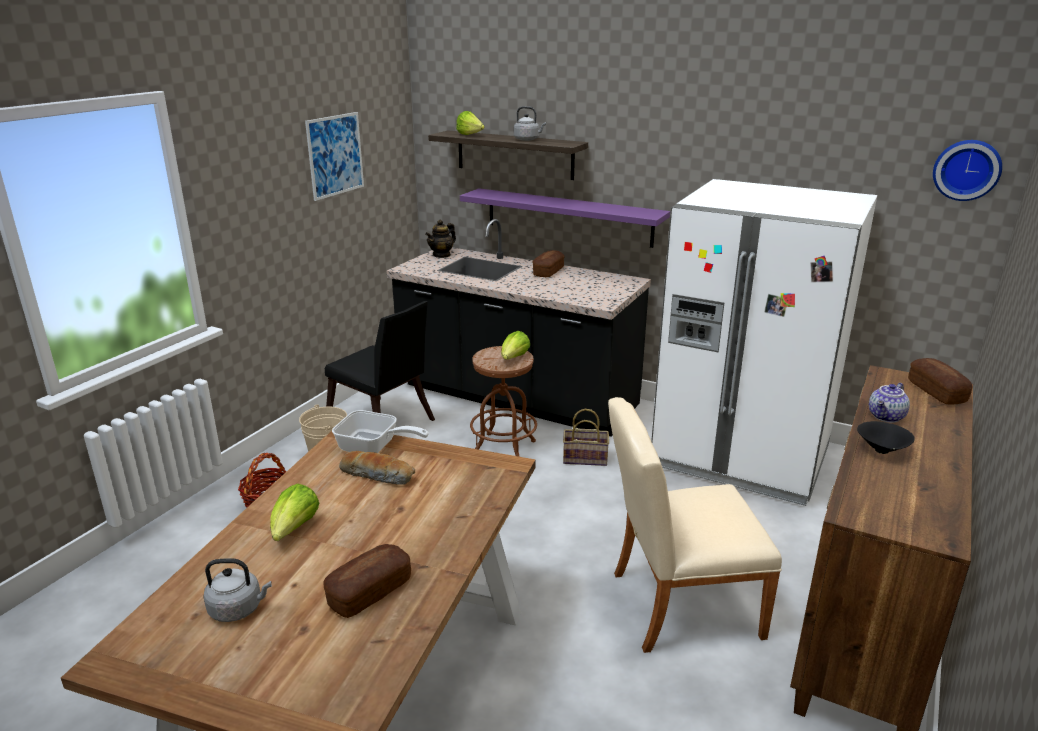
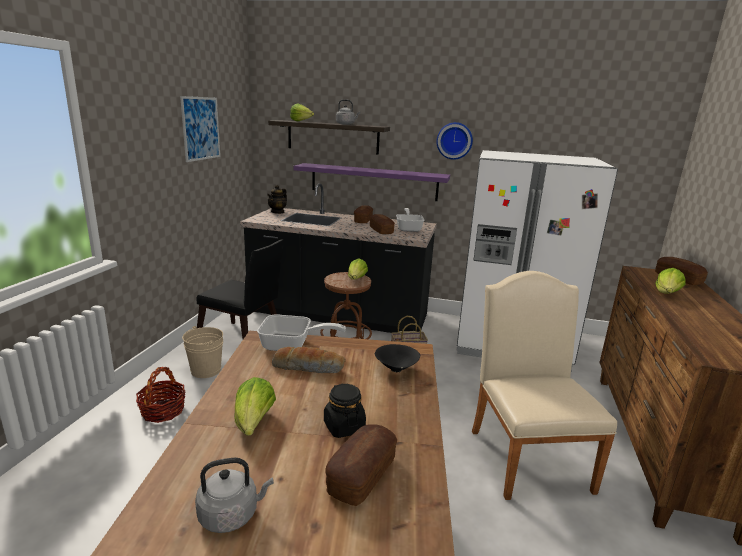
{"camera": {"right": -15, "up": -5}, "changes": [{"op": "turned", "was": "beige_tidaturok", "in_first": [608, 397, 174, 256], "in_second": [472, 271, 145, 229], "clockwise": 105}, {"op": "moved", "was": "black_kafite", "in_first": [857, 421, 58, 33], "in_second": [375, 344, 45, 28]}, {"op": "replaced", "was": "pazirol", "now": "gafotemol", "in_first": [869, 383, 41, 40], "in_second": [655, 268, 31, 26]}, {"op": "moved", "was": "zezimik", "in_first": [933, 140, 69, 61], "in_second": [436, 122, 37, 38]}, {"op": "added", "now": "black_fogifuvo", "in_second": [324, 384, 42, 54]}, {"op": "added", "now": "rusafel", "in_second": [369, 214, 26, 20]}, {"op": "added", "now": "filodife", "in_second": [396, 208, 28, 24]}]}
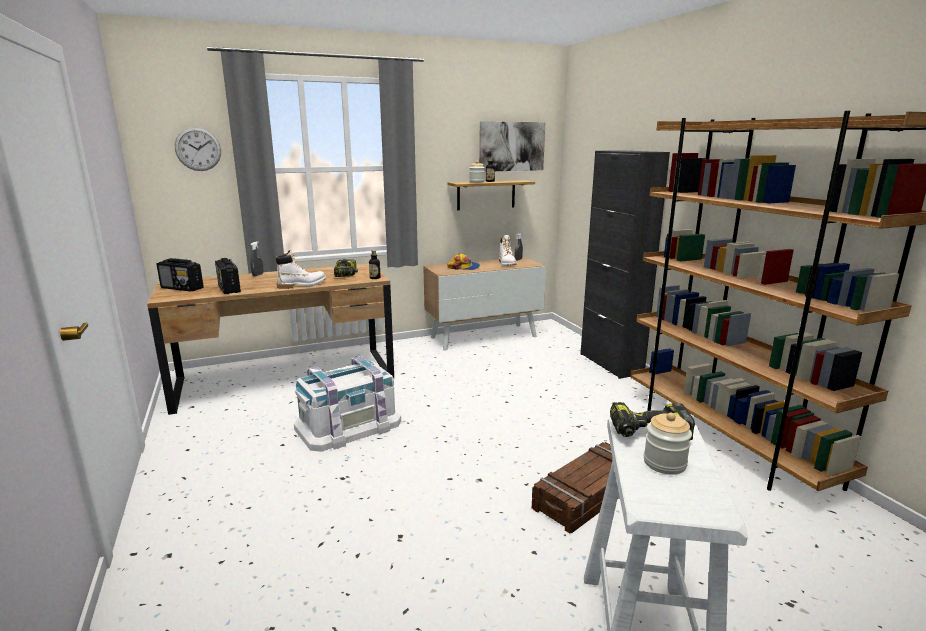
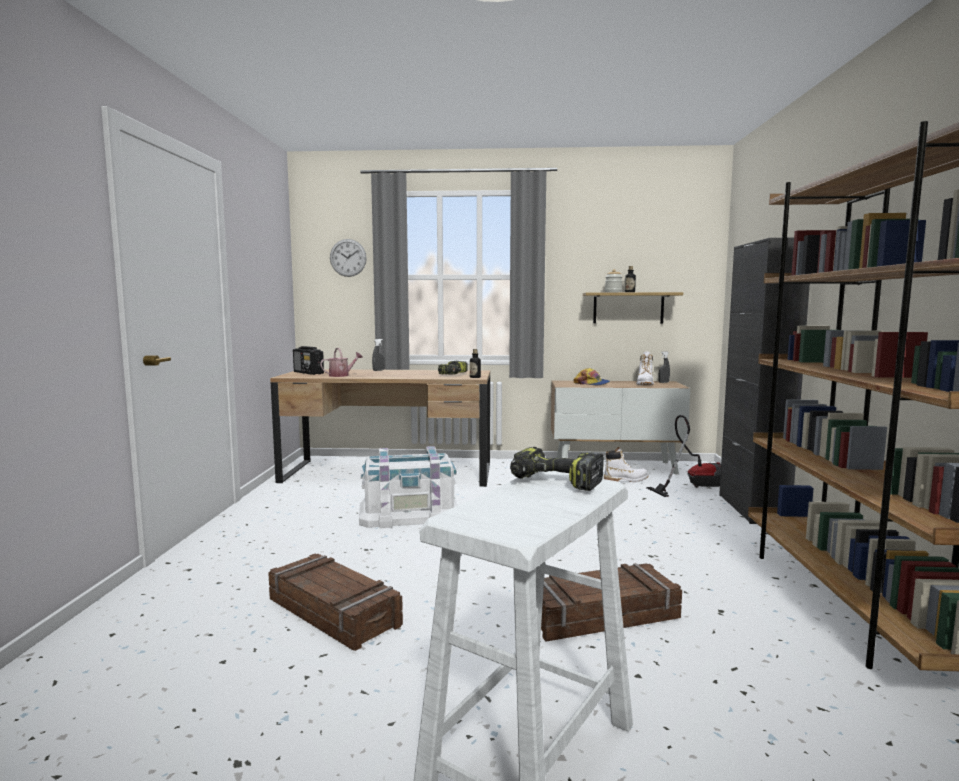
{"camera": {"right": 25, "up": -10}, "changes": [{"op": "replaced", "was": "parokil", "now": "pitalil", "in_first": [215, 258, 26, 36], "in_second": [320, 348, 43, 29]}, {"op": "moved", "was": "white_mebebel", "in_first": [276, 250, 50, 39], "in_second": [604, 447, 45, 35]}, {"op": "removed", "was": "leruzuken", "in_first": [479, 121, 66, 51]}, {"op": "removed", "was": "fogifuvo", "in_first": [644, 413, 48, 62]}, {"op": "added", "now": "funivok", "in_second": [268, 554, 135, 97]}, {"op": "added", "now": "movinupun", "in_second": [647, 415, 74, 82]}]}
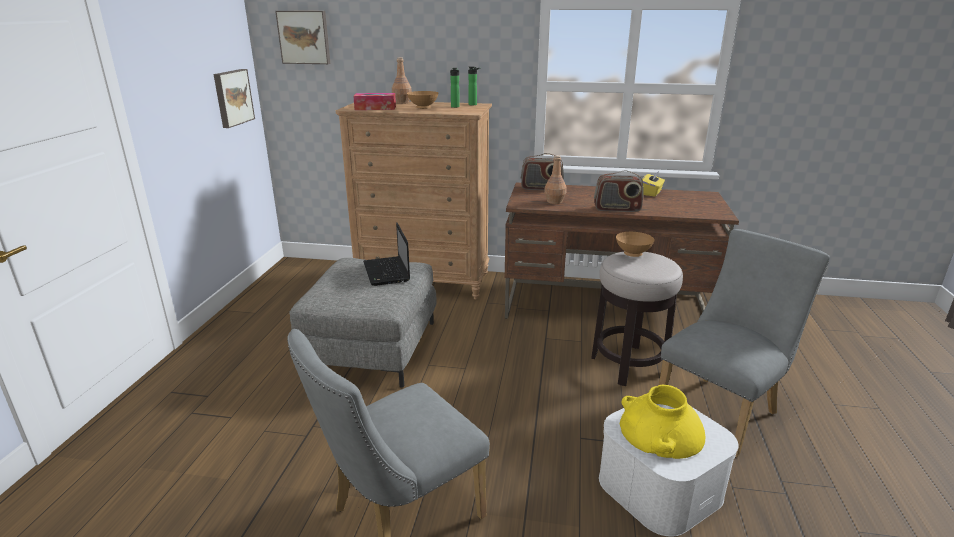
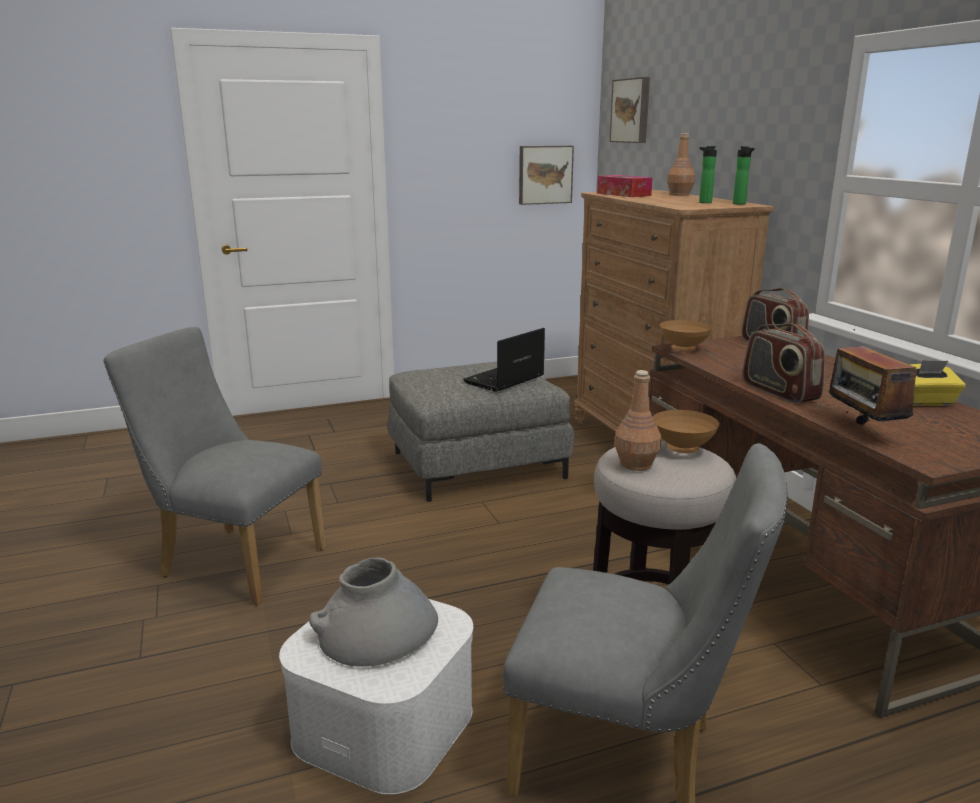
{"camera": {"right": 60, "up": -5}, "changes": [{"op": "moved", "was": "brown_kafite", "in_first": [407, 91, 32, 18], "in_second": [659, 320, 53, 31]}, {"op": "moved", "was": "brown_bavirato", "in_first": [544, 155, 23, 49], "in_second": [614, 370, 47, 101]}, {"op": "recoloured", "was": "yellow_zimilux", "now": "grey_zimilux", "in_first": [620, 385, 85, 74], "in_second": [309, 557, 129, 110]}, {"op": "added", "now": "parokil", "in_second": [829, 329, 87, 96]}]}
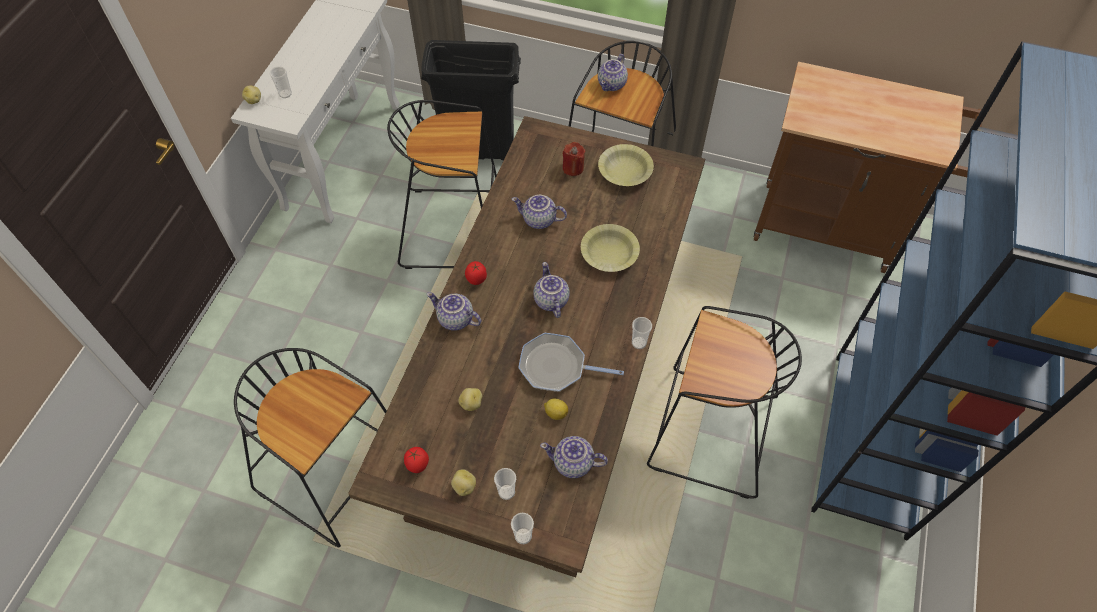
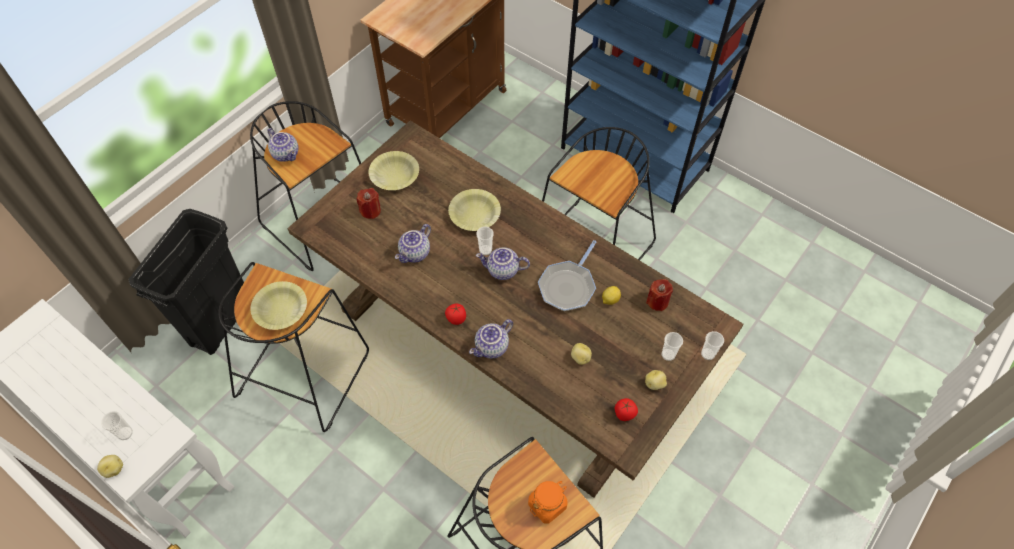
{"camera": {"right": -70, "up": 0}, "changes": [{"op": "replaced", "was": "pazirol", "now": "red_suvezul", "in_first": [540, 436, 68, 42], "in_second": [646, 279, 27, 32]}, {"op": "moved", "was": "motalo", "in_first": [632, 317, 20, 32], "in_second": [476, 227, 17, 28]}, {"op": "added", "now": "yellow_kafite", "in_second": [250, 281, 57, 49]}, {"op": "added", "now": "orange_fogifuvo", "in_second": [528, 481, 40, 43]}]}
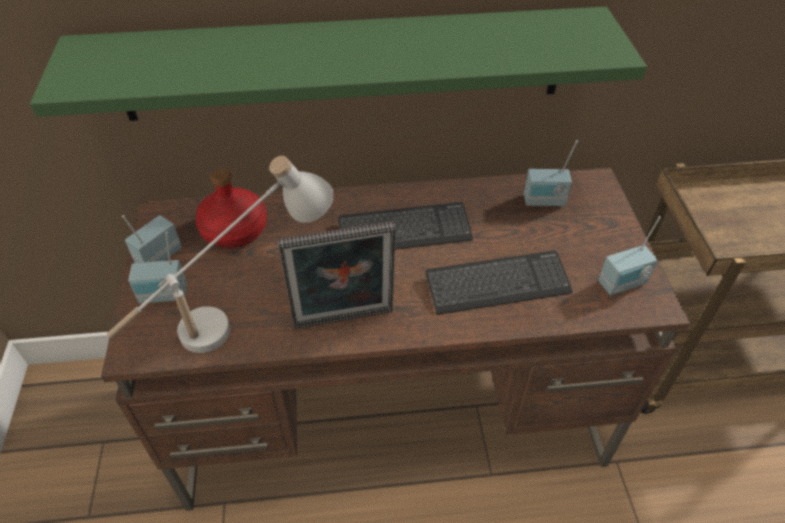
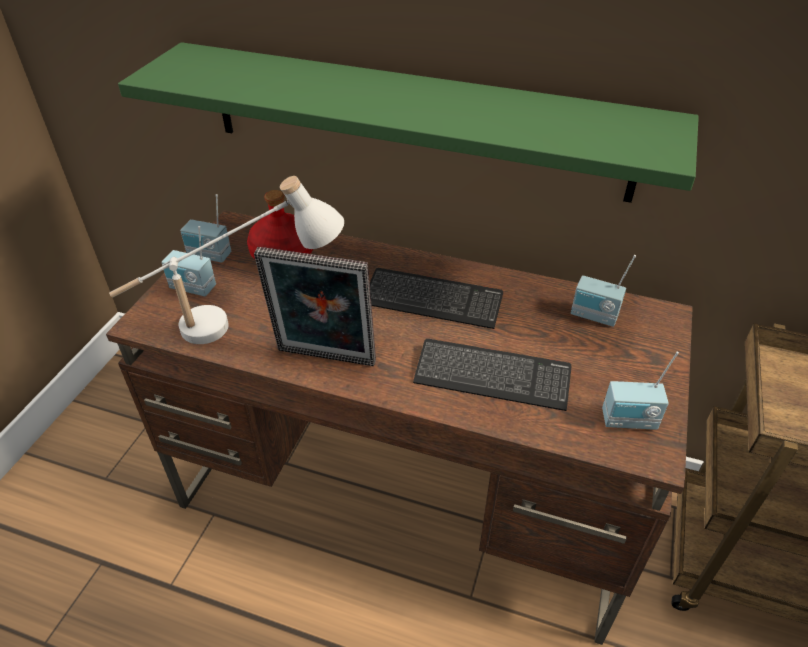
{"camera": {"right": 25, "up": -5}, "changes": [{"op": "turned", "was": "parokil", "in_first": [122, 215, 60, 48], "in_second": [180, 194, 51, 69], "clockwise": -135}]}
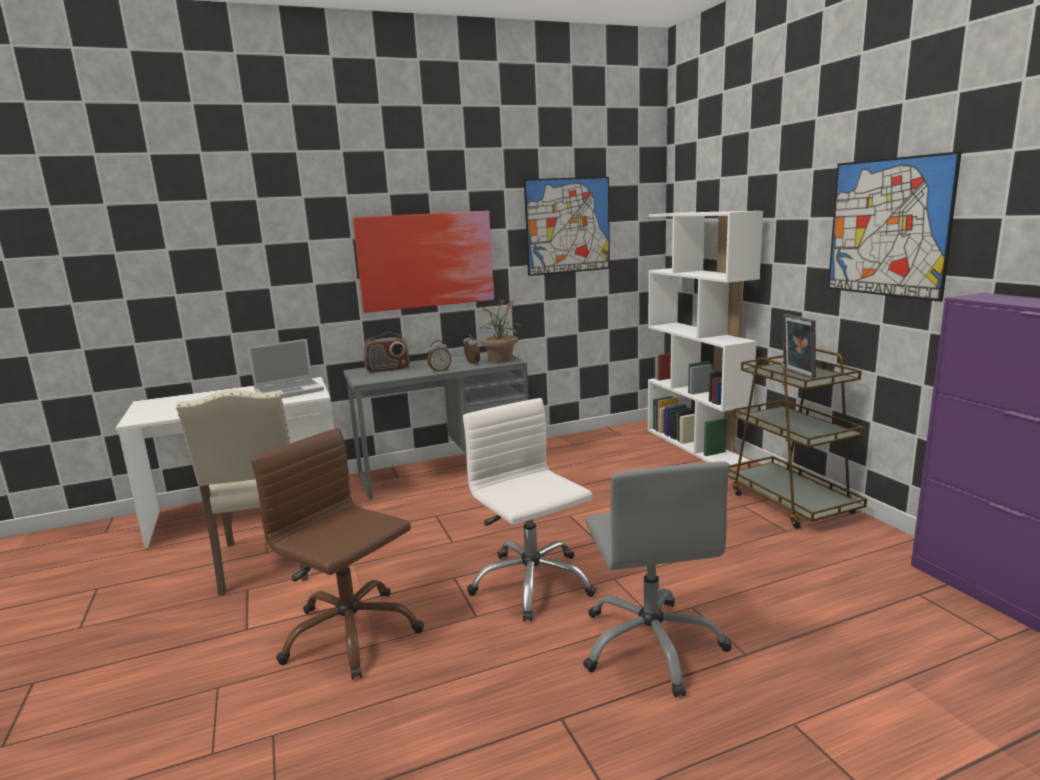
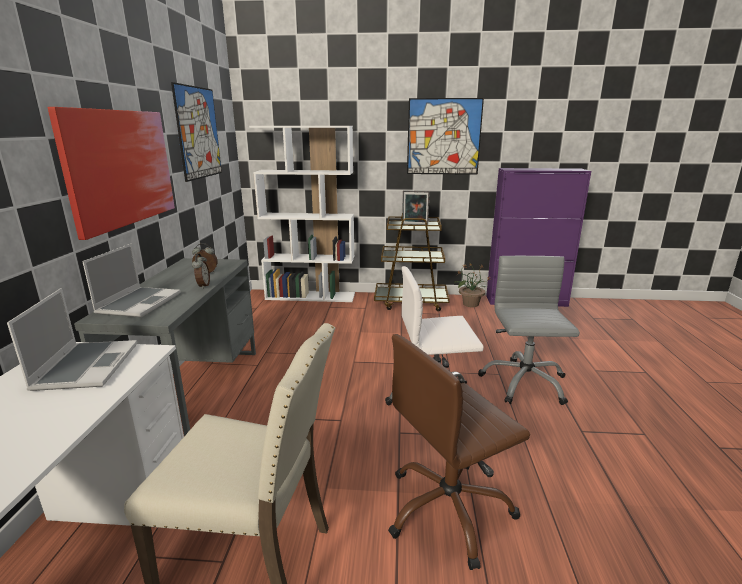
{"camera": {"right": -65, "up": 5}, "changes": [{"op": "replaced", "was": "parokil", "now": "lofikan", "in_first": [364, 332, 46, 41], "in_second": [82, 243, 99, 74]}, {"op": "moved", "was": "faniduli", "in_first": [479, 300, 43, 63], "in_second": [455, 263, 35, 44]}, {"op": "turned", "was": "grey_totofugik", "in_first": [583, 461, 149, 236], "in_second": [478, 256, 102, 149], "clockwise": -105}]}
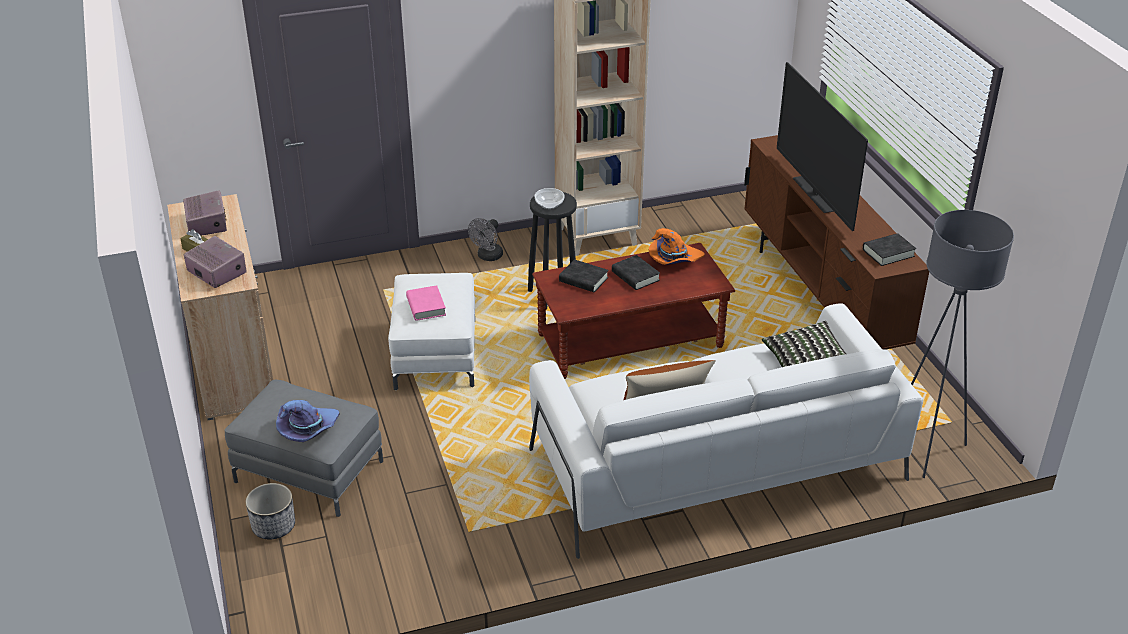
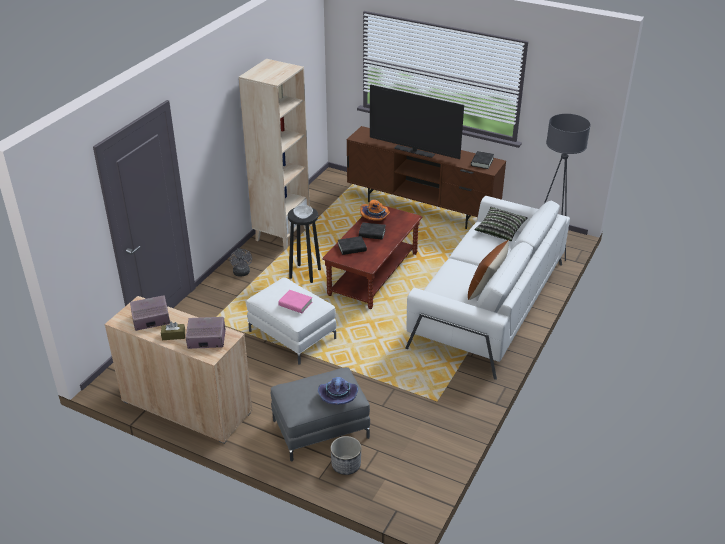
{"camera": {"right": -45, "up": 0}, "changes": [{"op": "turned", "was": "parokil", "in_first": [183, 190, 44, 46], "in_second": [130, 295, 40, 36], "clockwise": -45}]}
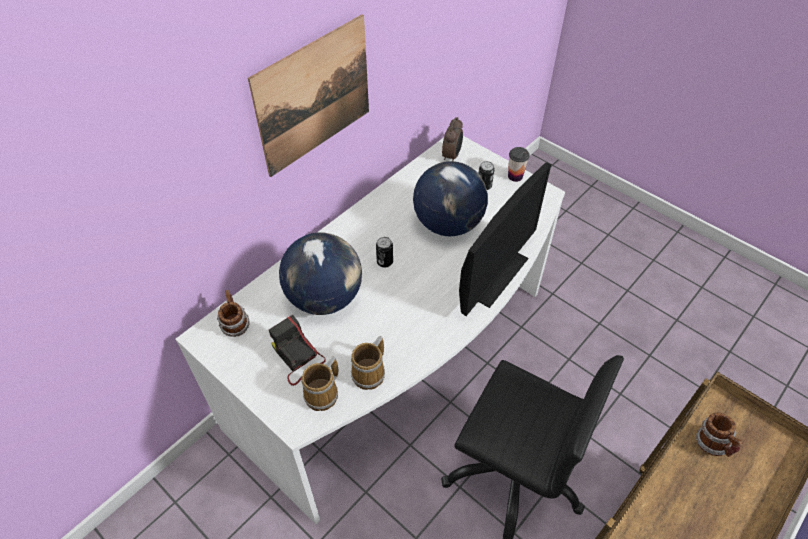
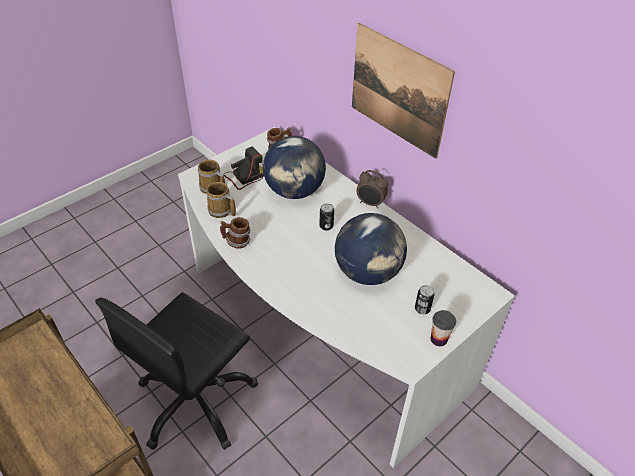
{"camera": {"right": 95, "up": -5}, "changes": [{"op": "moved", "was": "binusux", "in_first": [442, 117, 21, 44], "in_second": [356, 170, 32, 39]}, {"op": "removed", "was": "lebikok", "in_first": [459, 162, 92, 154]}, {"op": "moved", "was": "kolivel", "in_first": [696, 413, 47, 44], "in_second": [220, 217, 31, 32]}]}
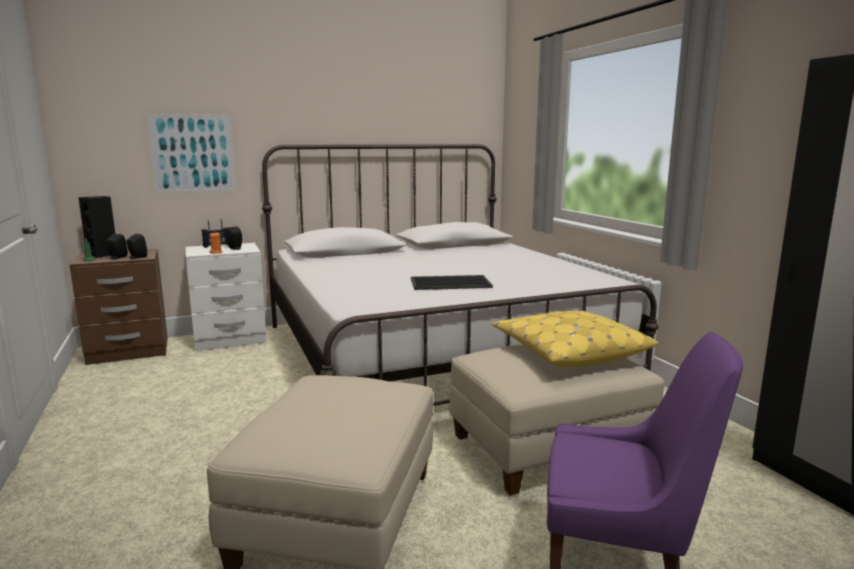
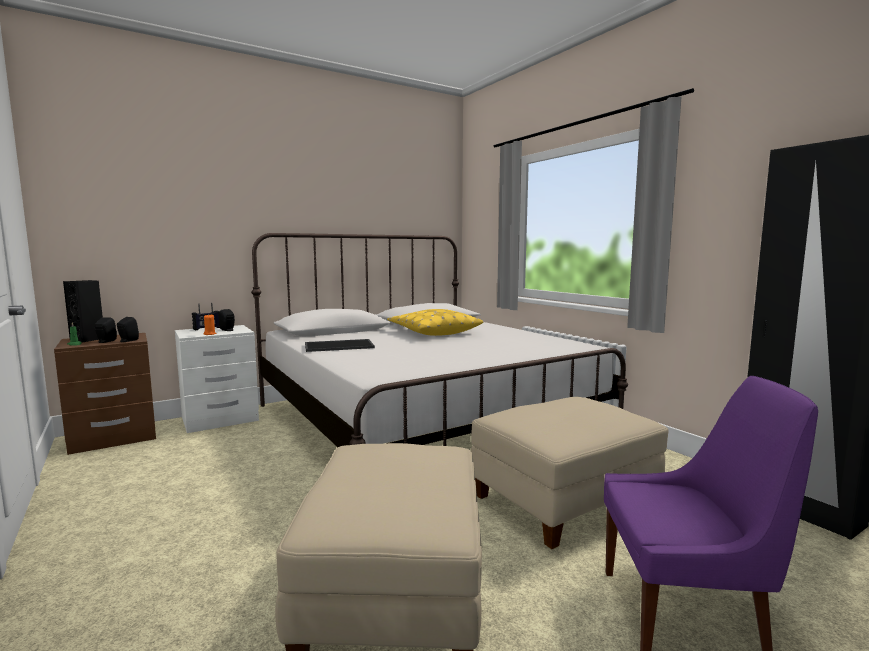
{"camera": {"right": -10, "up": -5}, "changes": [{"op": "removed", "was": "leruzuken", "in_first": [147, 113, 89, 80]}, {"op": "moved", "was": "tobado", "in_first": [411, 275, 82, 15], "in_second": [305, 339, 70, 13]}, {"op": "moved", "was": "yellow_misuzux", "in_first": [492, 311, 166, 56], "in_second": [387, 309, 96, 27]}]}
